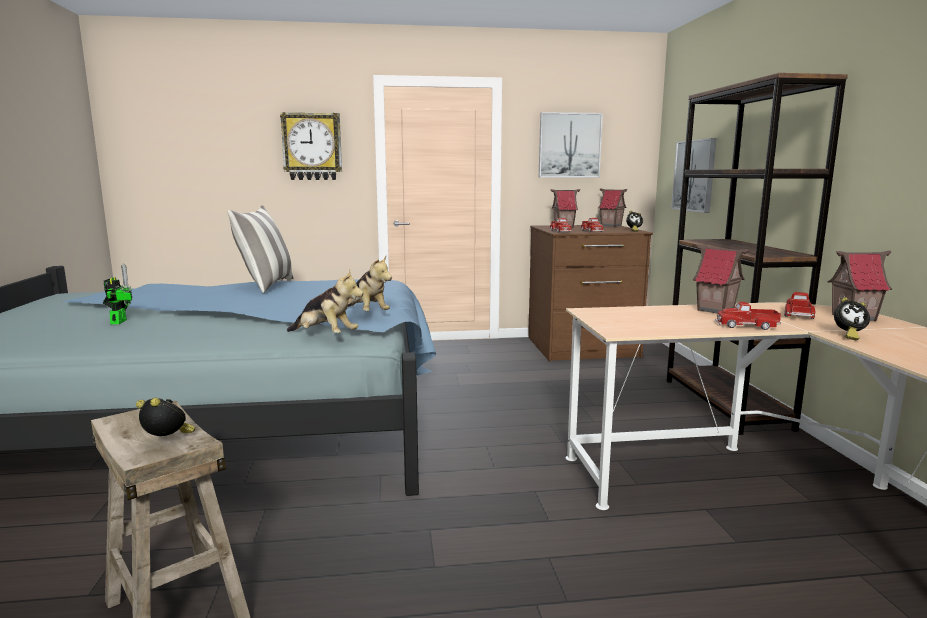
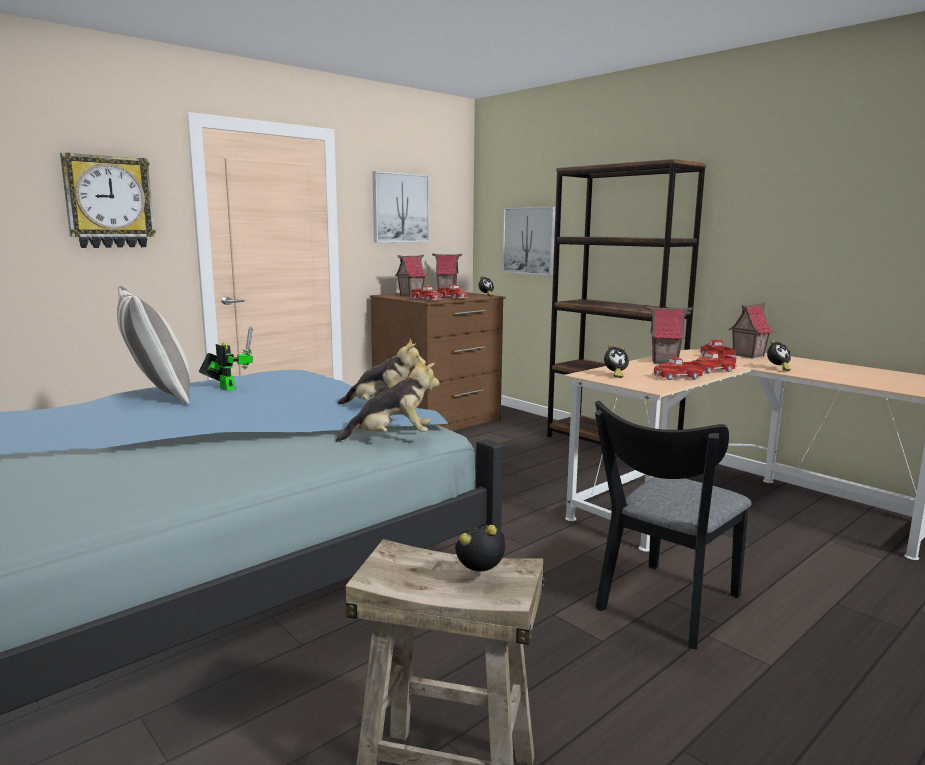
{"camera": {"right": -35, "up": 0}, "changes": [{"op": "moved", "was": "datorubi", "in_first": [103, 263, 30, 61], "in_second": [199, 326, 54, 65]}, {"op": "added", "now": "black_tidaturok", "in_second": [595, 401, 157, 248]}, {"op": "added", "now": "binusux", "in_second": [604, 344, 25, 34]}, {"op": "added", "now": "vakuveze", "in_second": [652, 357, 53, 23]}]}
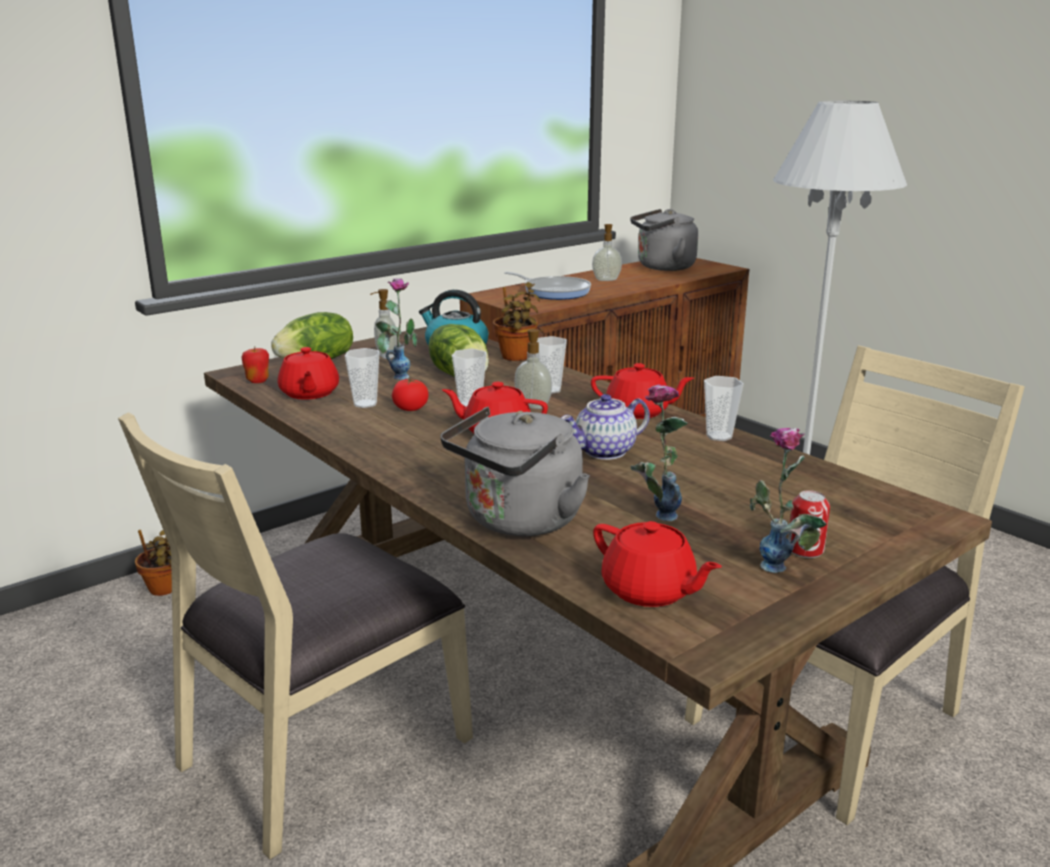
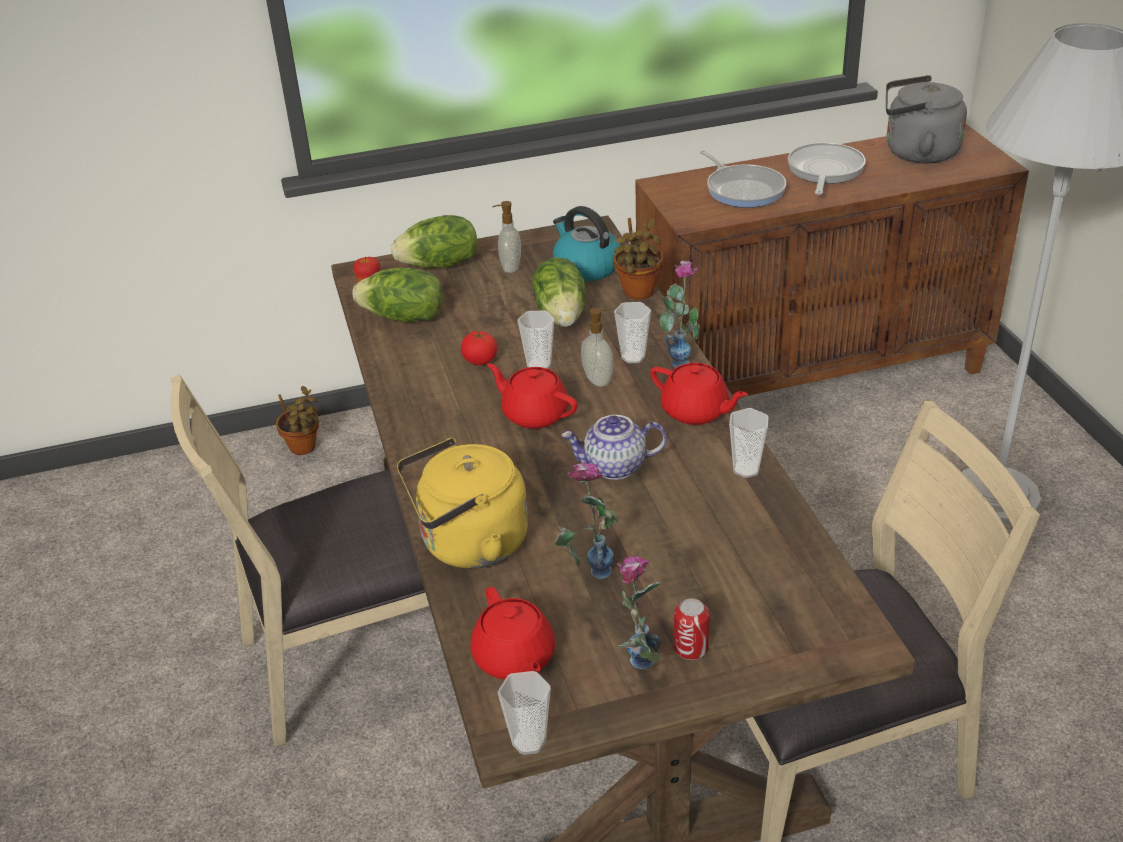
{"camera": {"right": 25, "up": 15}, "changes": [{"op": "replaced", "was": "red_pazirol", "now": "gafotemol", "in_first": [278, 347, 61, 53], "in_second": [353, 268, 90, 54]}, {"op": "moved", "was": "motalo", "in_first": [345, 348, 35, 60], "in_second": [498, 671, 53, 84]}, {"op": "moved", "was": "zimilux", "in_first": [376, 278, 41, 102], "in_second": [659, 261, 41, 107]}, {"op": "recoloured", "was": "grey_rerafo", "now": "yellow_rerafo", "in_first": [440, 407, 150, 129], "in_second": [397, 438, 131, 131]}, {"op": "replaced", "was": "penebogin", "now": "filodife", "in_first": [592, 224, 30, 57], "in_second": [788, 143, 78, 52]}]}
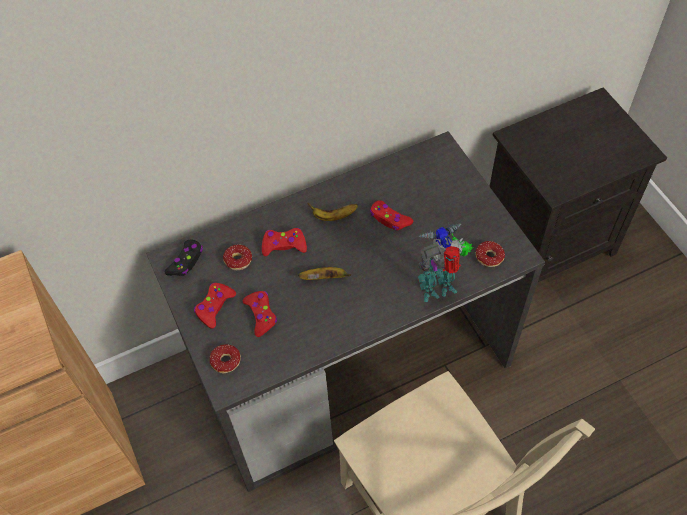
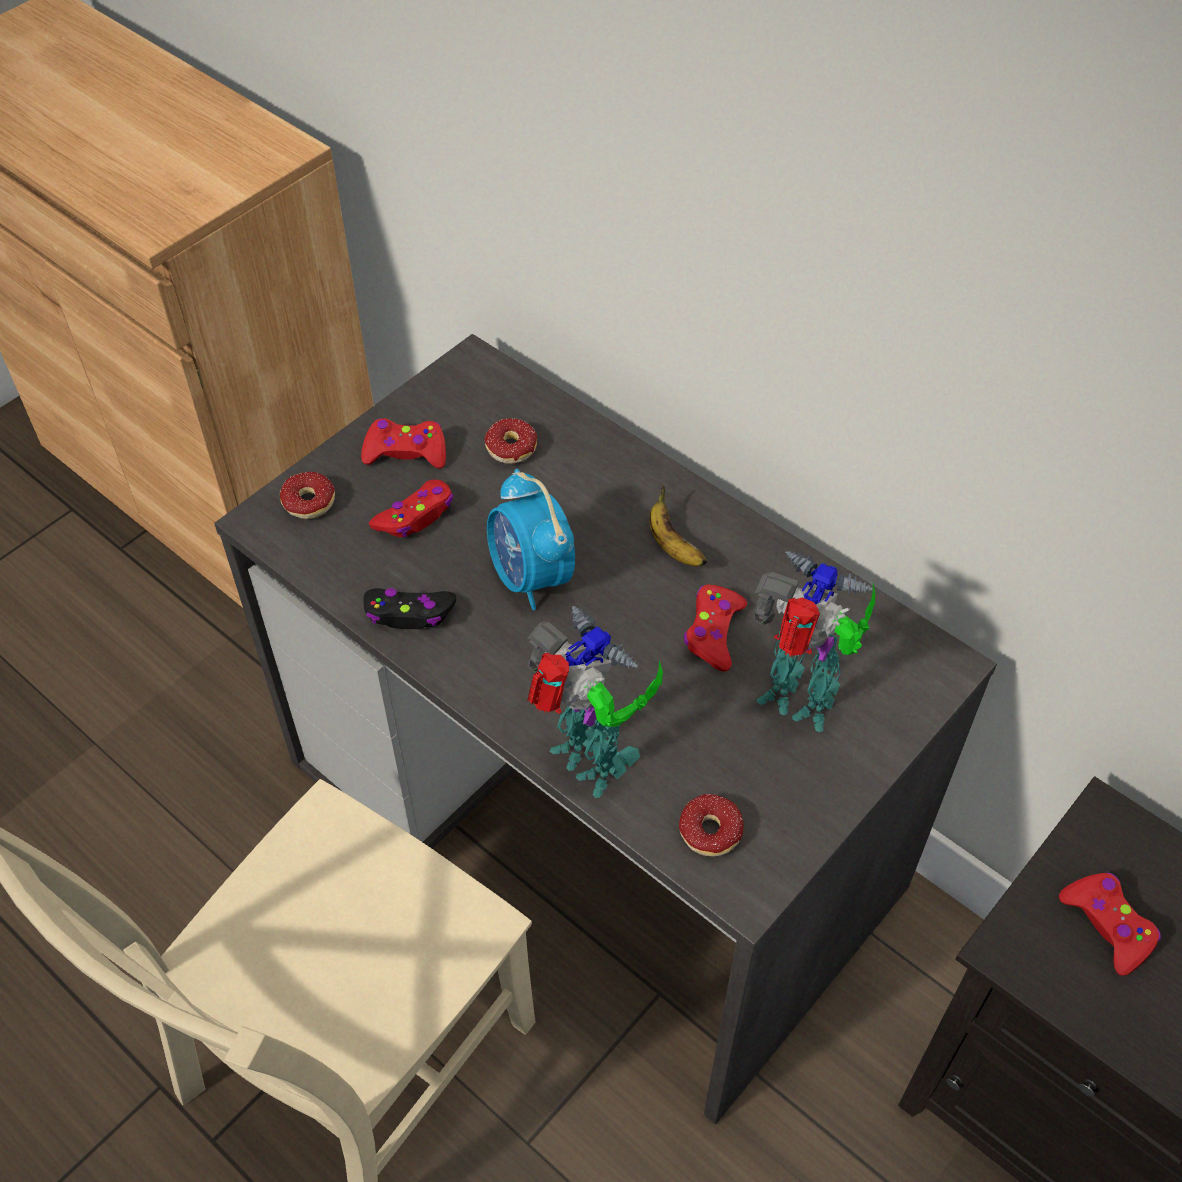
{"camera": {"right": 65, "up": -5}, "changes": [{"op": "moved", "was": "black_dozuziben", "in_first": [165, 239, 38, 37], "in_second": [363, 588, 93, 41]}, {"op": "moved", "was": "red_dozuziben", "in_first": [262, 228, 45, 28], "in_second": [1059, 873, 102, 103]}, {"op": "replaced", "was": "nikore", "now": "binusux", "in_first": [298, 267, 53, 13], "in_second": [487, 469, 88, 141]}, {"op": "added", "now": "datorubi", "in_second": [754, 552, 121, 180]}]}
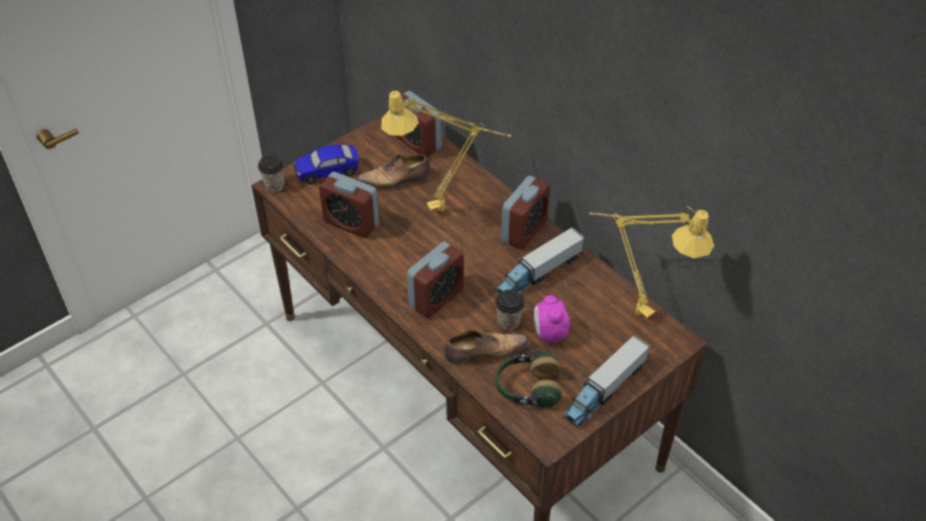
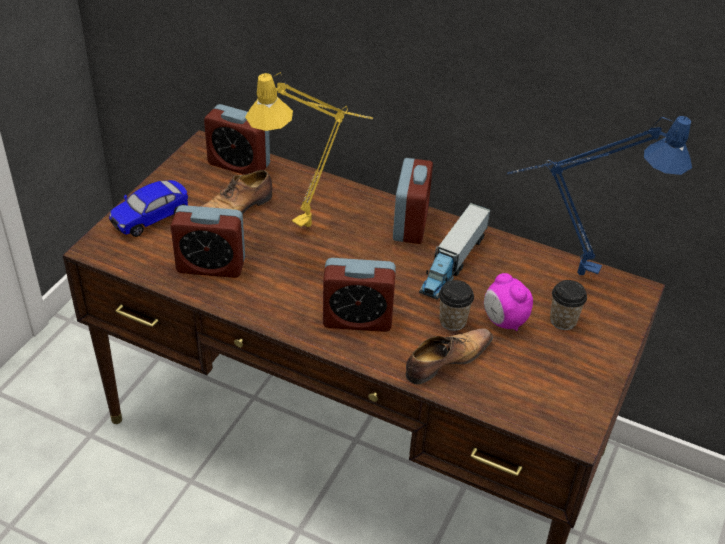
{"camera": {"right": -25, "up": -5}, "changes": [{"op": "moved", "was": "motalo", "in_first": [258, 154, 26, 38], "in_second": [550, 280, 37, 50]}, {"op": "turned", "was": "binusux", "in_first": [407, 242, 57, 76], "in_second": [323, 258, 73, 74], "clockwise": 75}, {"op": "removed", "was": "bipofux", "in_first": [496, 351, 66, 57]}, {"op": "removed", "was": "vakuveze", "in_first": [563, 335, 87, 92]}, {"op": "recoloured", "was": "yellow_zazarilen", "now": "blue_zazarilen", "in_first": [589, 207, 125, 112], "in_second": [507, 116, 185, 164]}]}
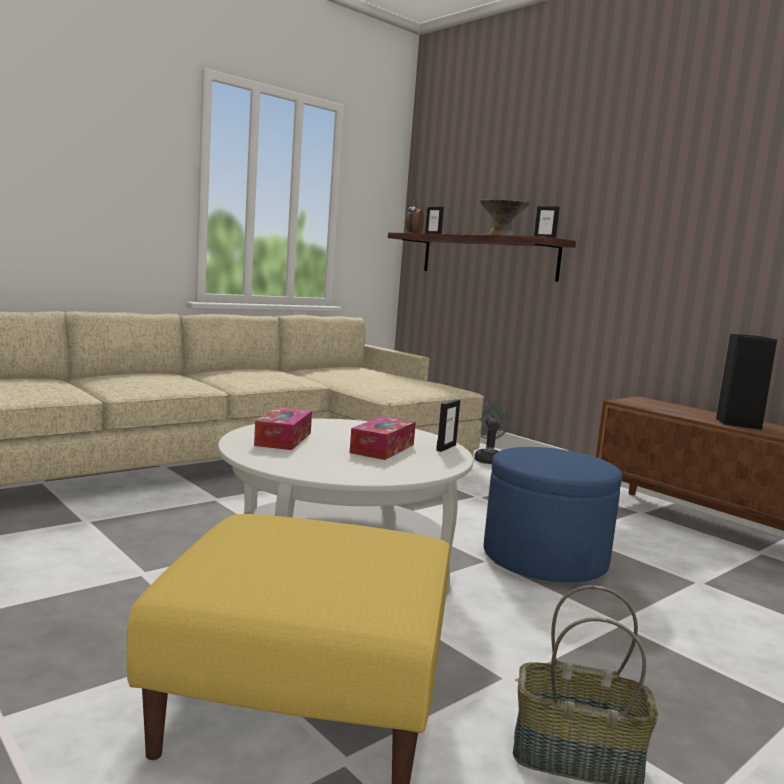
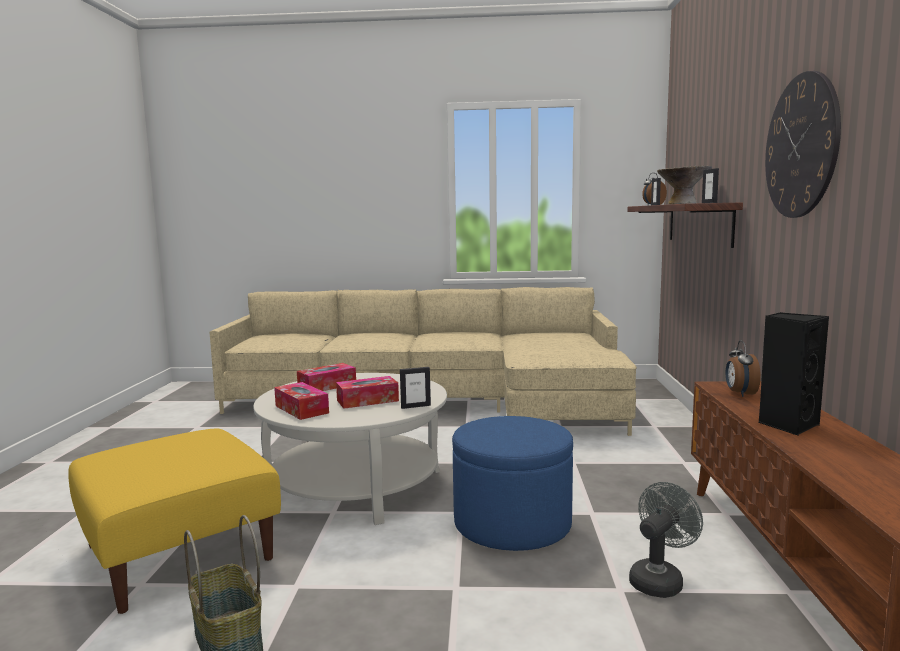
{"camera": {"right": 45, "up": 0}, "changes": [{"op": "moved", "was": "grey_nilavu", "in_first": [474, 402, 36, 62], "in_second": [629, 482, 74, 116]}, {"op": "added", "now": "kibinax", "in_second": [274, 382, 55, 38]}, {"op": "added", "now": "binusux", "in_second": [726, 340, 35, 57]}, {"op": "added", "now": "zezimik", "in_second": [765, 71, 76, 147]}]}
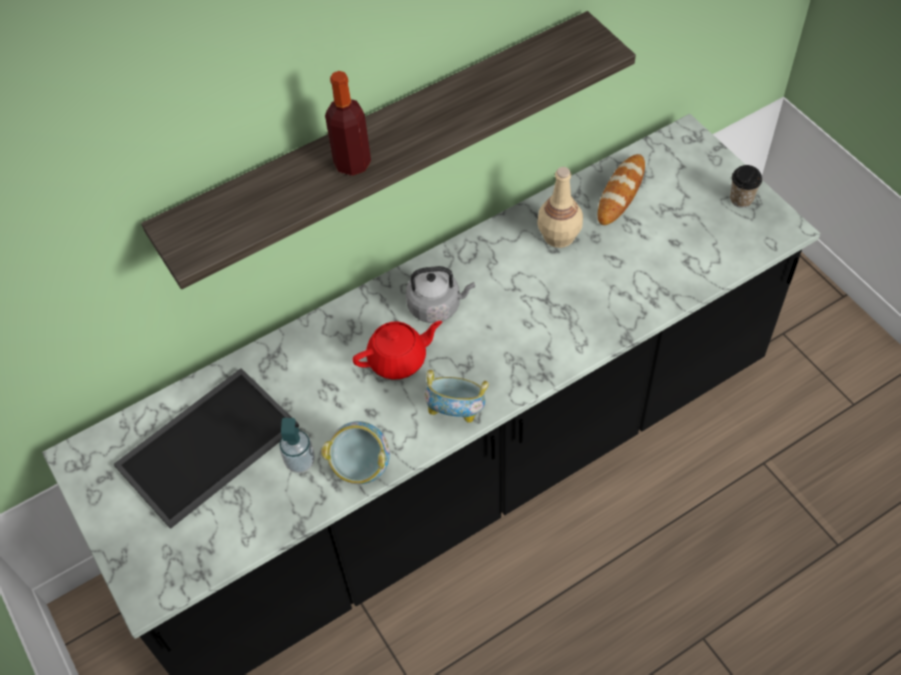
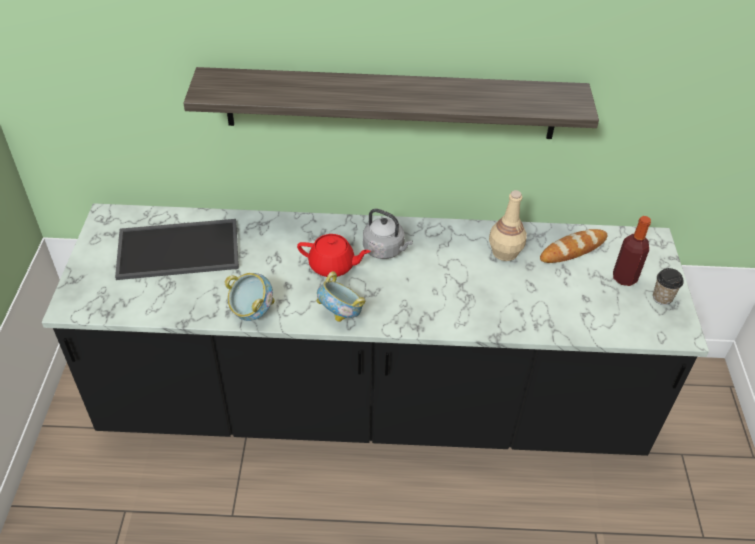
{"camera": {"right": 30, "up": -10}, "changes": [{"op": "removed", "was": "penebogin", "in_first": [279, 418, 36, 55]}, {"op": "moved", "was": "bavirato", "in_first": [325, 71, 46, 105], "in_second": [613, 216, 38, 70]}]}
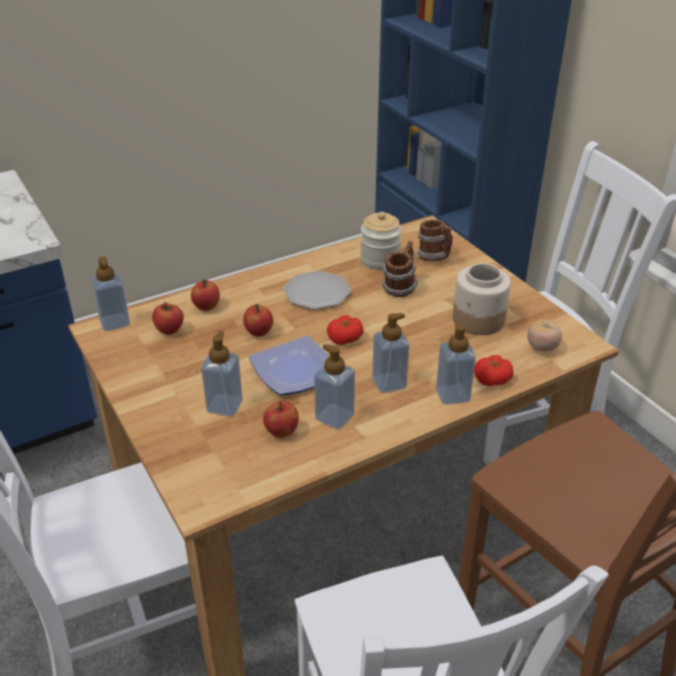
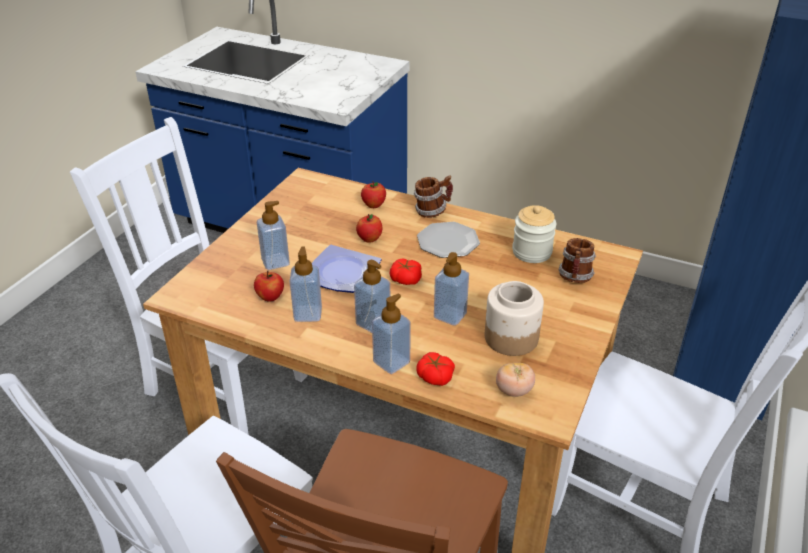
{"camera": {"right": 55, "up": 0}, "changes": [{"op": "moved", "was": "penebogin", "in_first": [91, 256, 39, 75], "in_second": [434, 252, 35, 74]}, {"op": "removed", "was": "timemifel", "in_first": [152, 302, 32, 33]}, {"op": "moved", "was": "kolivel", "in_first": [382, 241, 36, 56], "in_second": [414, 175, 39, 43]}]}
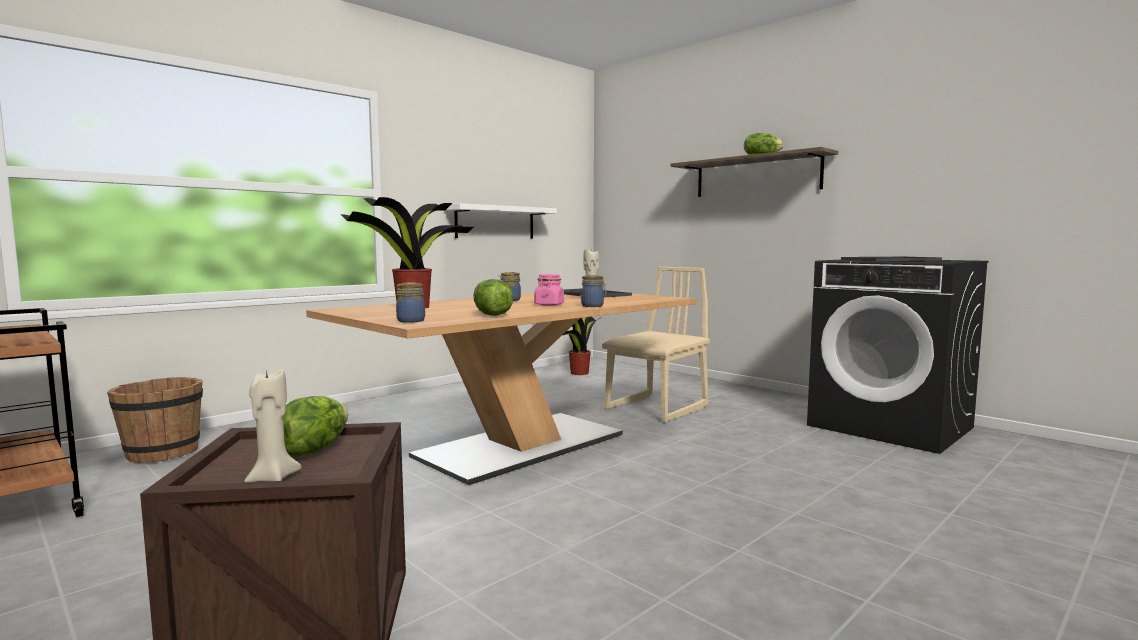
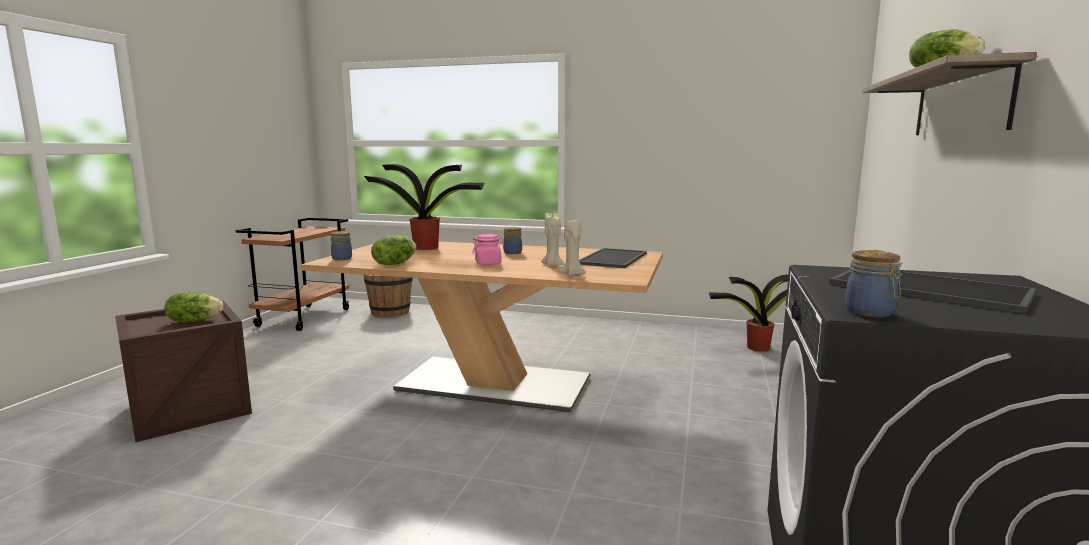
{"camera": {"right": 60, "up": 5}, "changes": [{"op": "moved", "was": "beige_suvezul", "in_first": [245, 369, 57, 113], "in_second": [559, 218, 27, 58]}, {"op": "removed", "was": "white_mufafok", "in_first": [446, 203, 111, 35]}, {"op": "moved", "was": "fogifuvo", "in_first": [581, 275, 25, 32], "in_second": [845, 250, 58, 68]}, {"op": "removed", "was": "beige_tidaturok", "in_first": [602, 267, 108, 155]}]}
